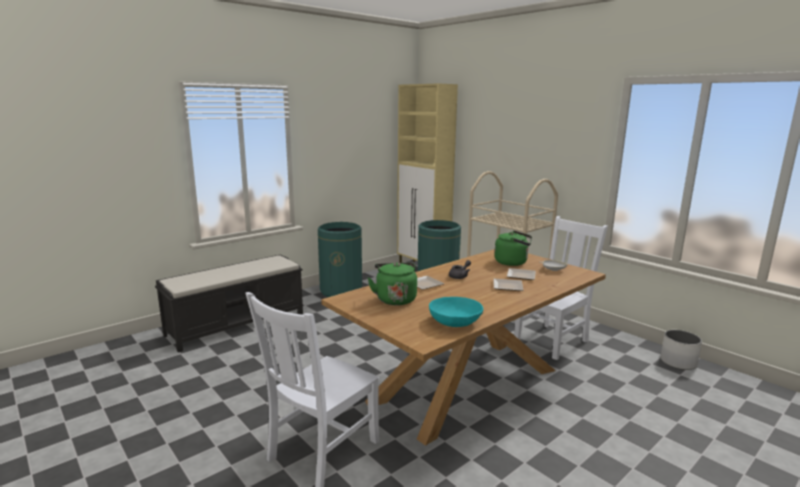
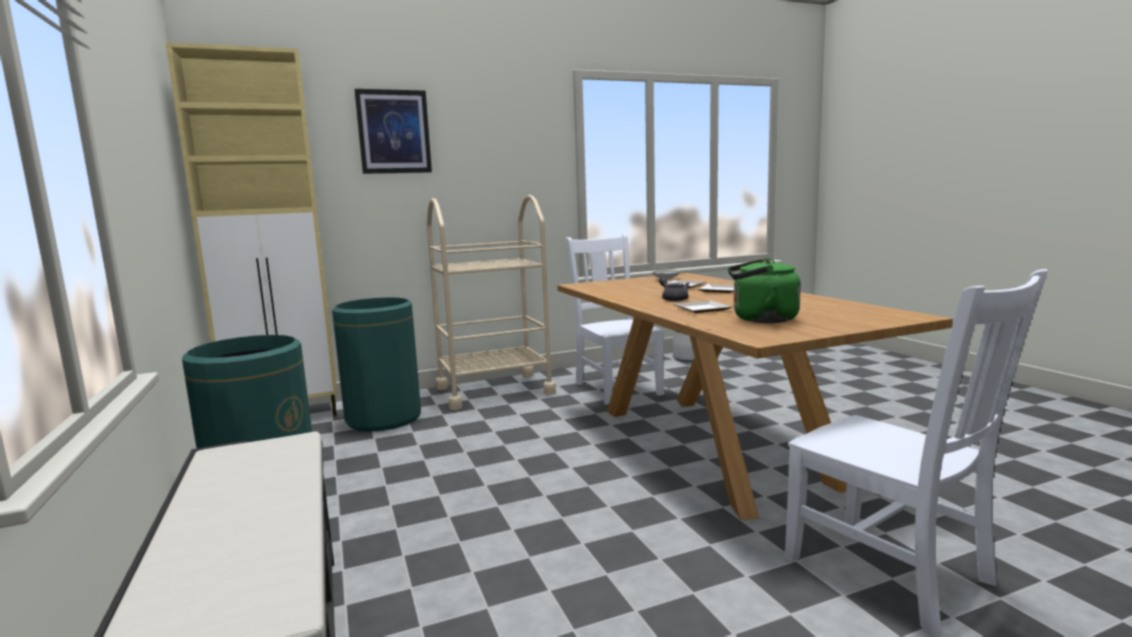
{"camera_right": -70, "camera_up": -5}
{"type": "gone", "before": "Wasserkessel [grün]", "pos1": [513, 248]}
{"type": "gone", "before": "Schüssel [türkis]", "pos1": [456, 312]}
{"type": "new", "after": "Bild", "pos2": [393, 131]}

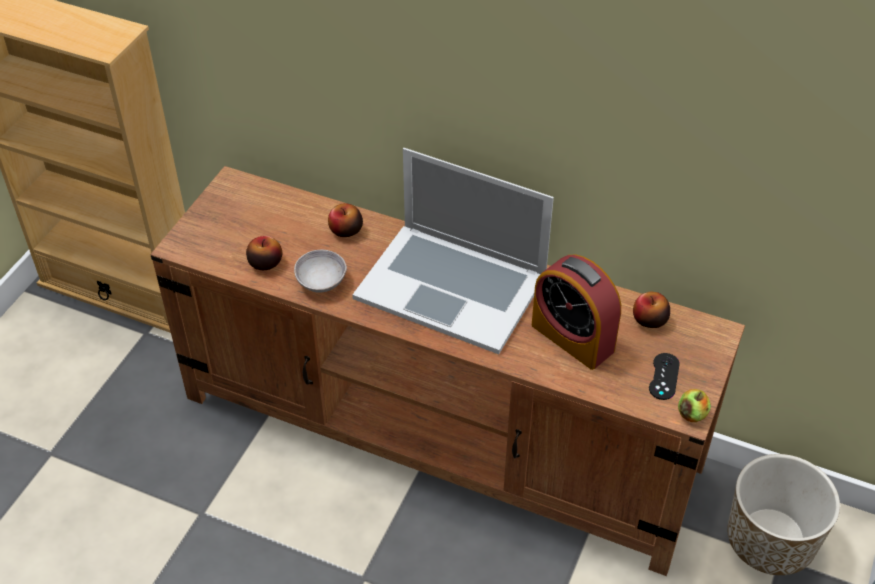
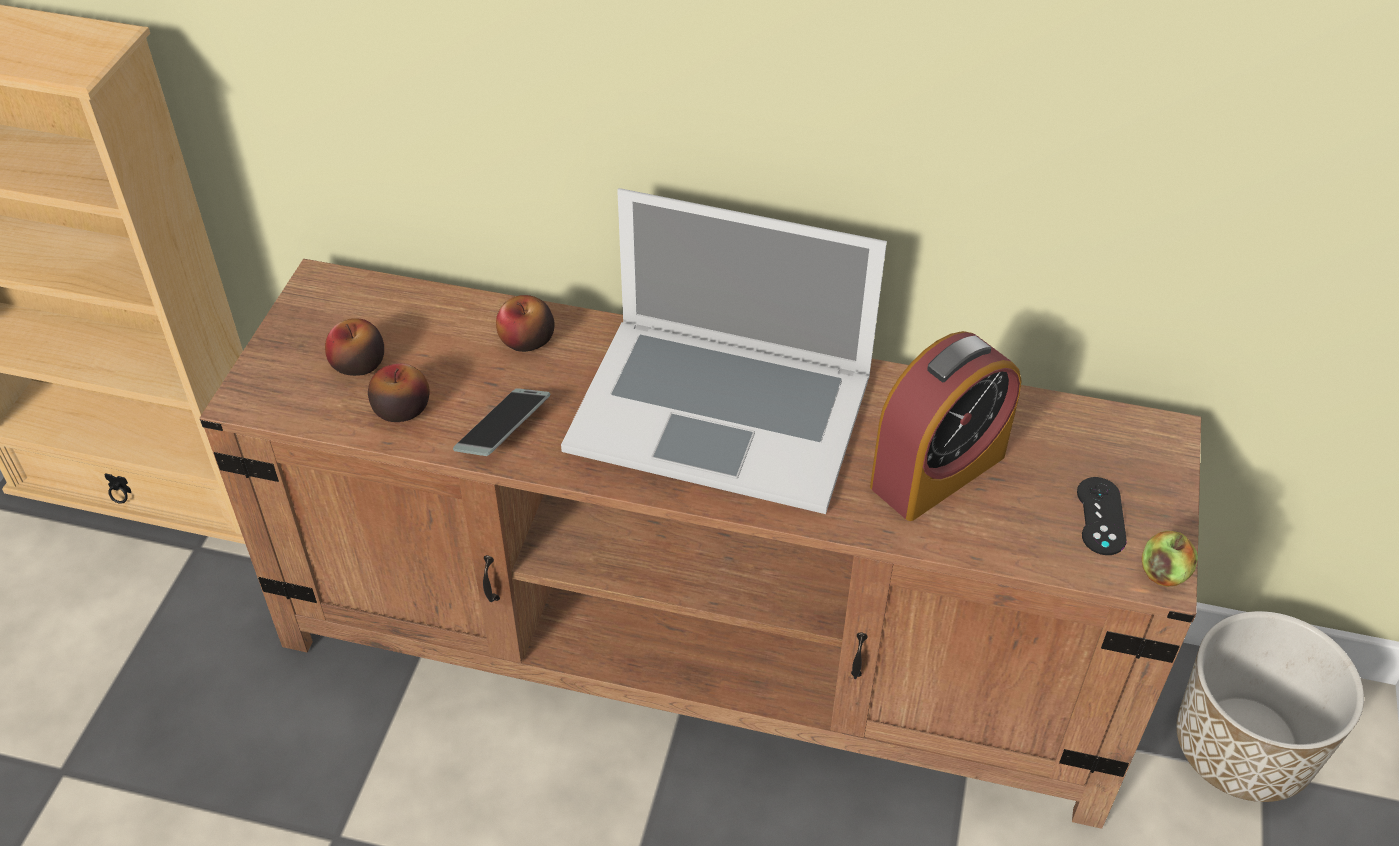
{"camera_right": -10, "camera_up": 0}
{"type": "swapped", "before": "Schüssel [grau]", "after": "Handy", "pos1": [320, 271], "pos2": [501, 422]}
{"type": "rotated", "before": "Wecker", "pos1": [576, 312], "pos2": [946, 426], "turn": -75}
{"type": "shifted", "before": "Apfel", "pos1": [651, 310], "pos2": [354, 347]}

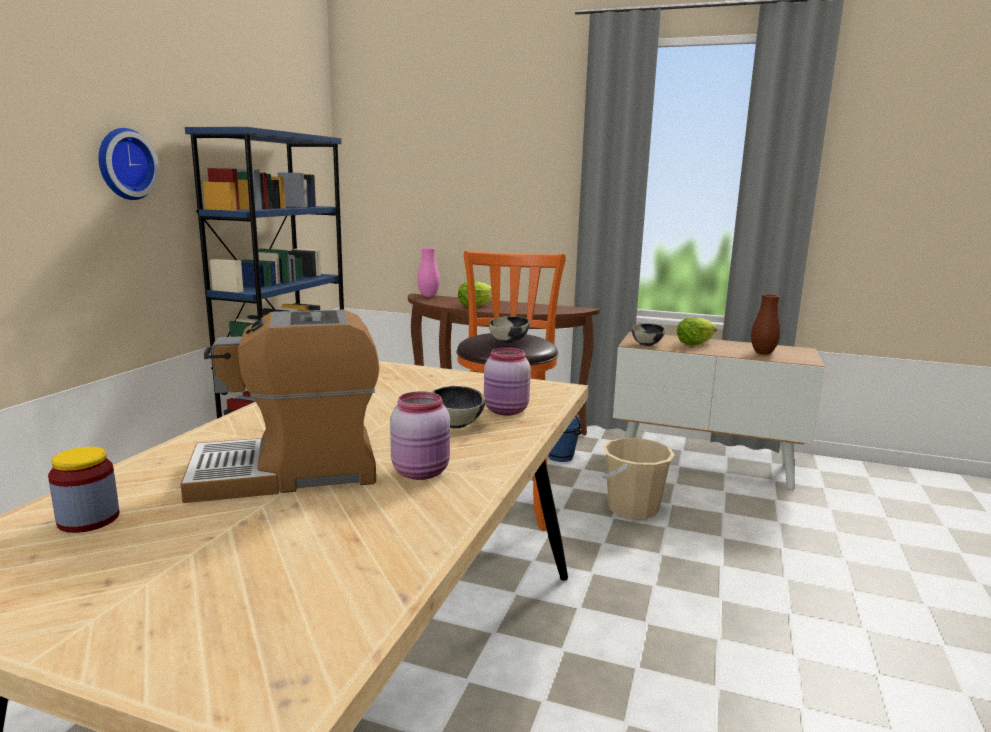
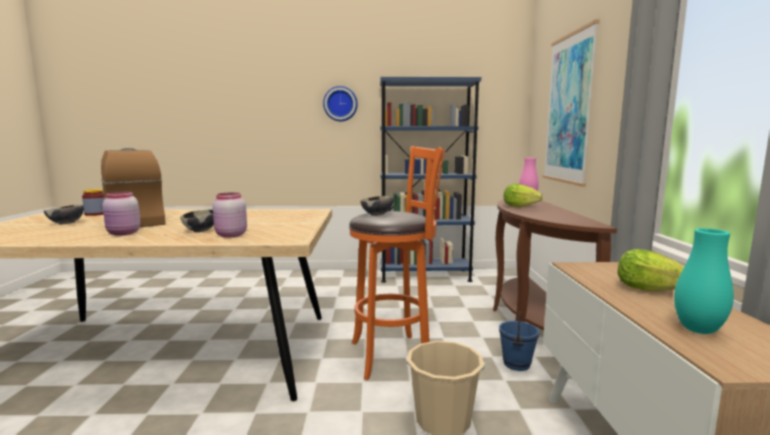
{"camera_right": 70, "camera_up": -5}
{"type": "repainted", "before": "Vase [braun]", "after": "Vase [türkis]", "pos1": [766, 324], "pos2": [704, 281]}
{"type": "shifted", "before": "Schüssel", "pos1": [648, 335], "pos2": [64, 214]}
{"type": "new", "after": "Bild", "pos2": [571, 103]}

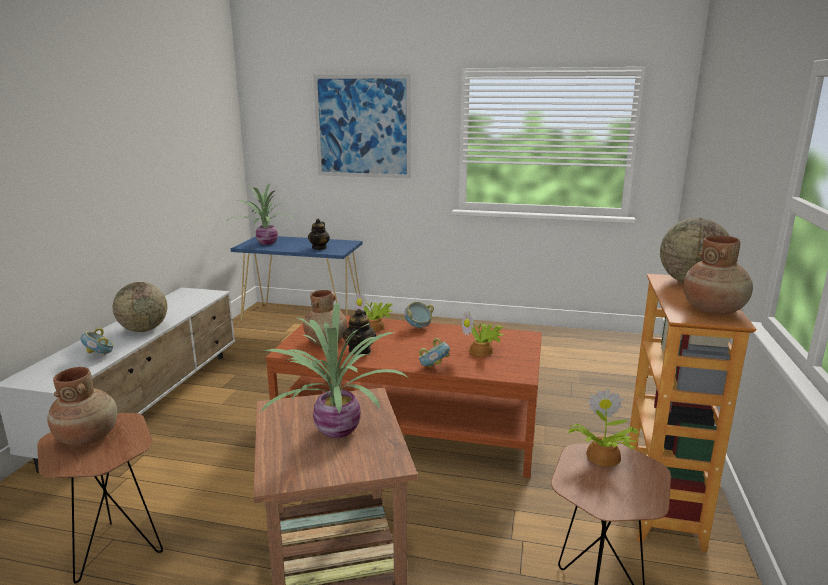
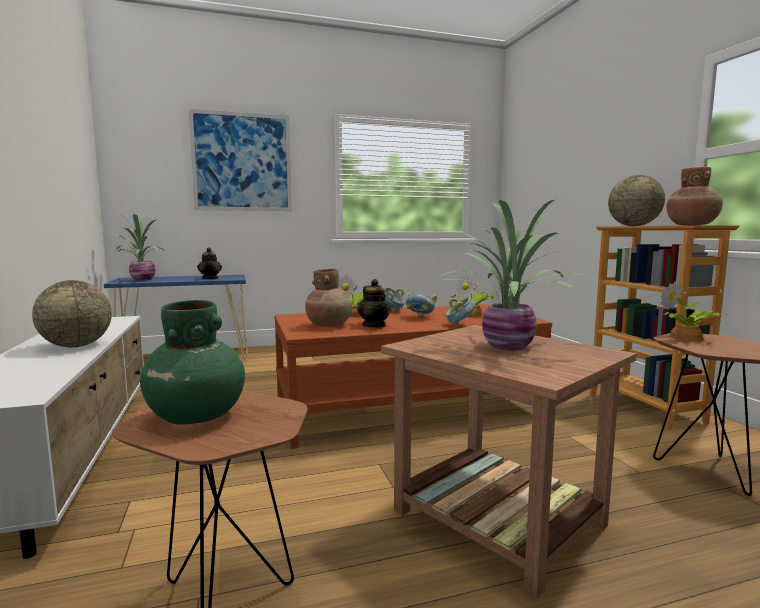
{"camera_right": -30, "camera_up": -10}
{"type": "shifted", "before": "Schüssel", "pos1": [97, 341], "pos2": [421, 305]}
{"type": "repainted", "before": "Vase [braun]", "after": "Vase [grün]", "pos1": [82, 406], "pos2": [192, 362]}

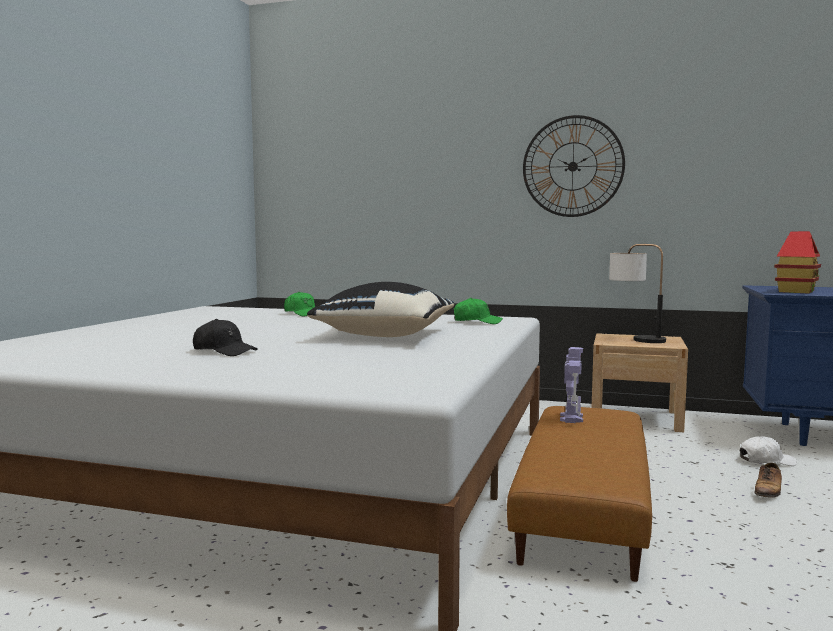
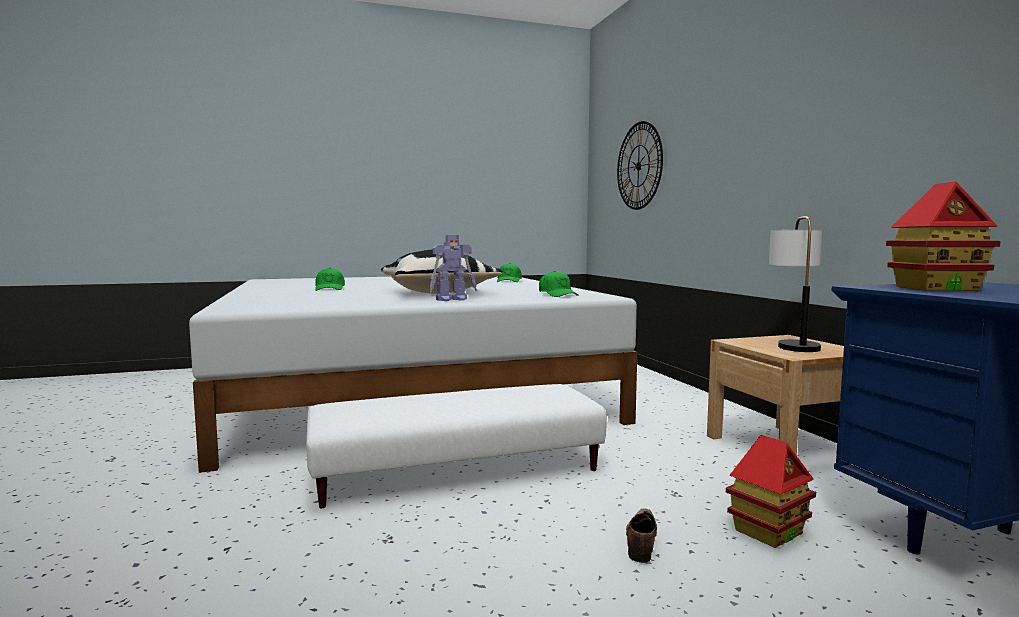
{"camera_right": 55, "camera_up": 0}
{"type": "shifted", "before": "Wanduhr", "pos1": [574, 166], "pos2": [640, 165]}
{"type": "repainted", "before": "Kappe [schwarz]", "after": "Kappe [grün]", "pos1": [225, 337], "pos2": [330, 279]}
{"type": "shifted", "before": "Spielzeugroboter", "pos1": [571, 385], "pos2": [453, 268]}
{"type": "repainted", "before": "Polsterhocker [braun]", "after": "Polsterhocker [weiß]", "pos1": [579, 494], "pos2": [456, 446]}
{"type": "swapped", "before": "Kappe [weiß]", "after": "Spielzeughaus", "pos1": [768, 451], "pos2": [771, 491]}
{"type": "rotated", "before": "Schuh", "pos1": [768, 480], "pos2": [641, 536], "turn": 105}

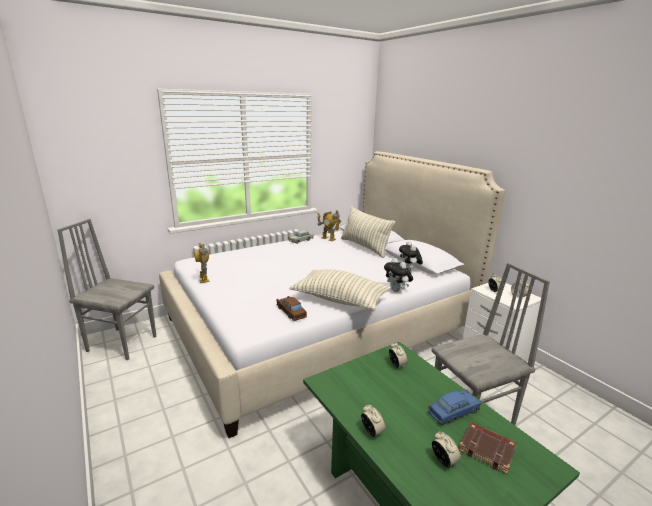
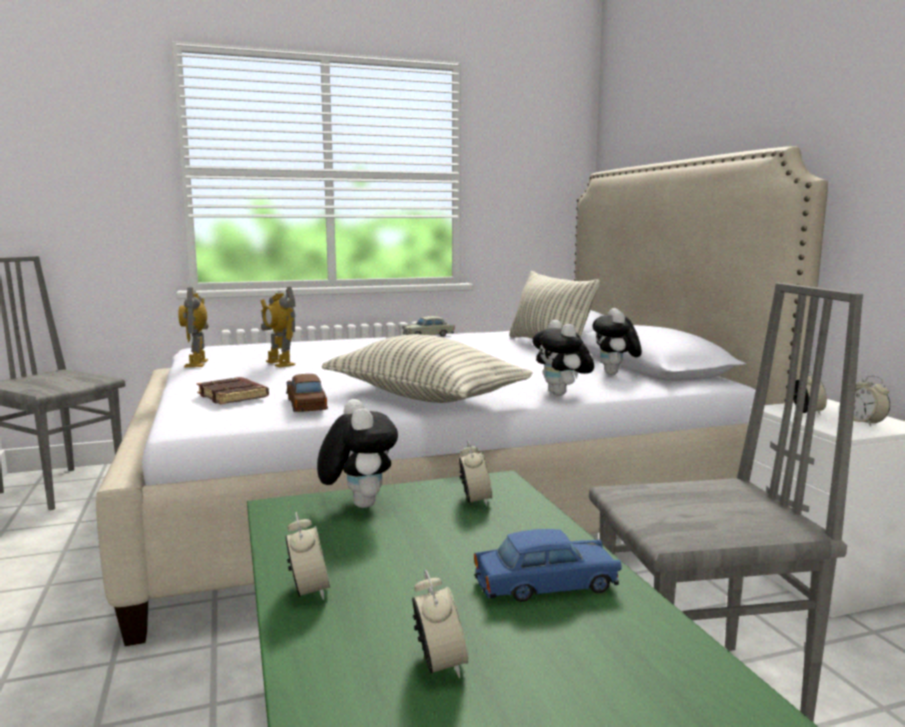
{"camera_right": 15, "camera_up": -10}
{"type": "shifted", "before": "Spielzeugroboter", "pos1": [329, 225], "pos2": [278, 327]}
{"type": "shifted", "before": "Buch [braun]", "pos1": [487, 448], "pos2": [233, 390]}
{"type": "new", "after": "Plüschtier", "pos2": [357, 453]}

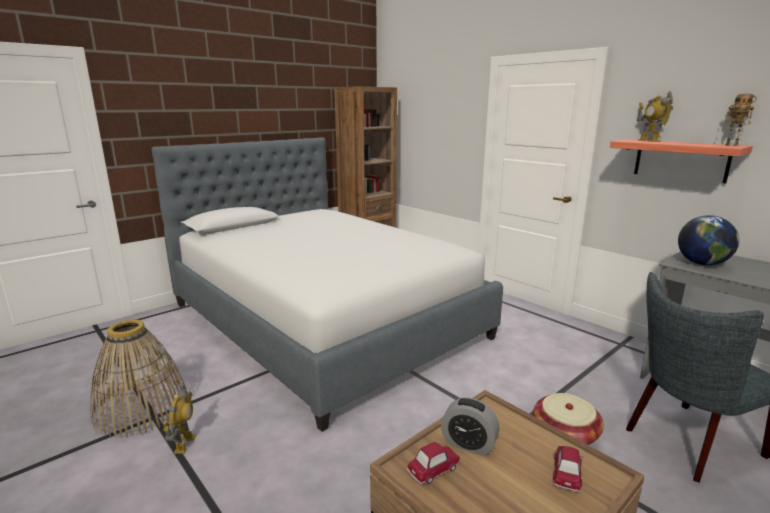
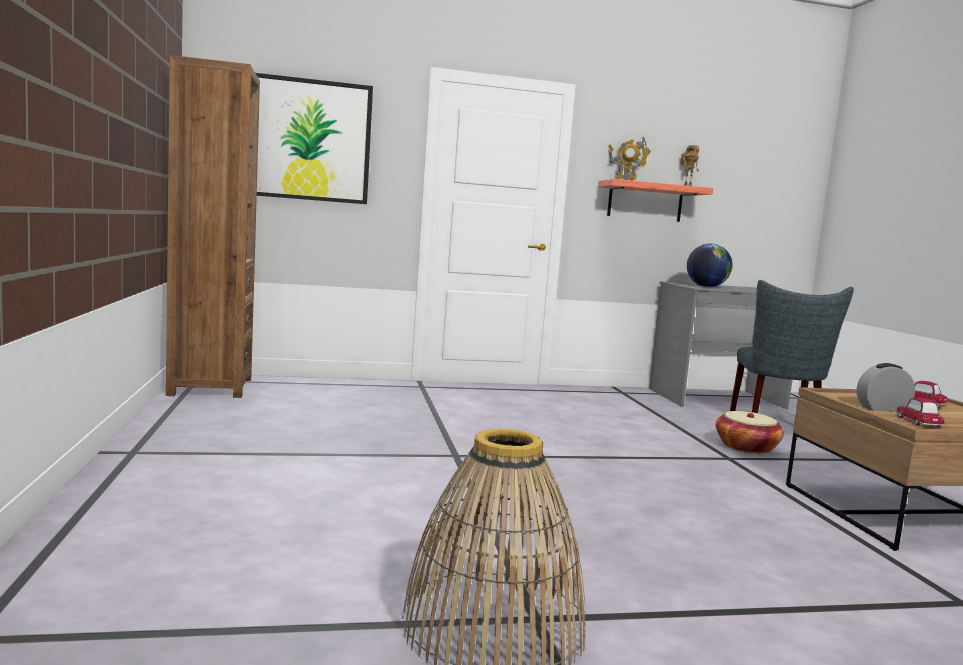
{"camera_right": -60, "camera_up": -10}
{"type": "gone", "before": "Bett", "pos1": [327, 284]}
{"type": "gone", "before": "Spielzeugroboter", "pos1": [180, 418]}
{"type": "rotated", "before": "Wecker", "pos1": [470, 426], "pos2": [886, 387], "turn": -150}
{"type": "new", "after": "Bild", "pos2": [314, 138]}

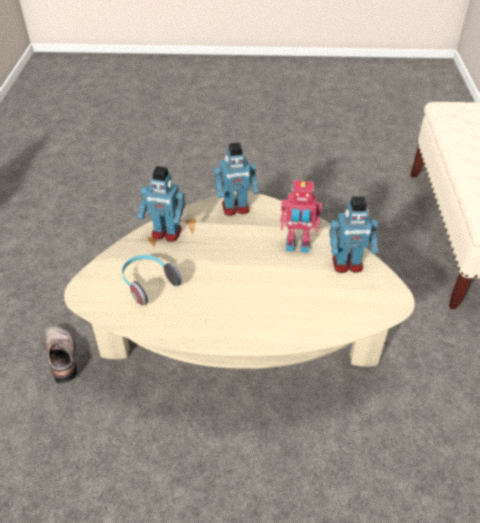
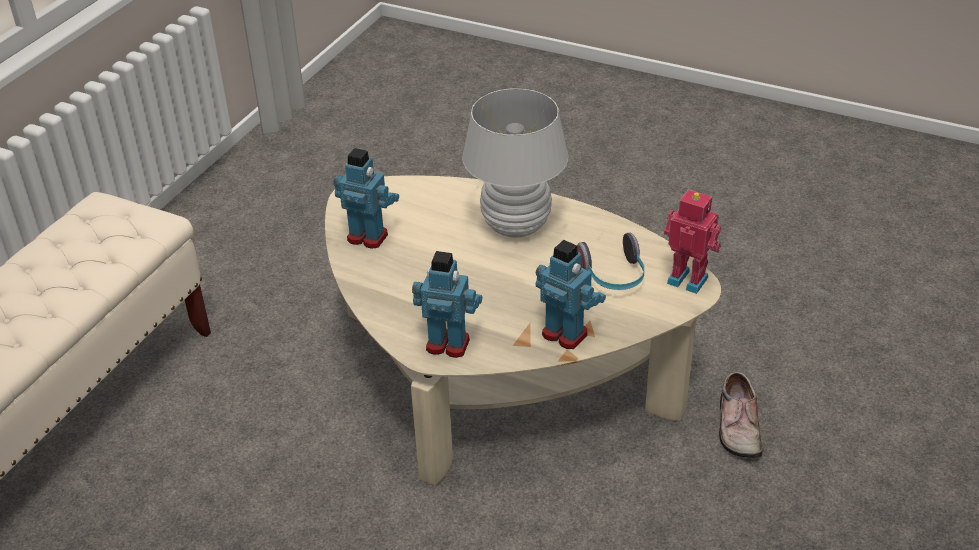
{"camera_right": -155, "camera_up": -5}
{"type": "shifted", "before": "Spielzeugroboter", "pos1": [301, 216], "pos2": [692, 241]}
{"type": "new", "after": "Tischlampe [weiß]", "pos2": [515, 163]}

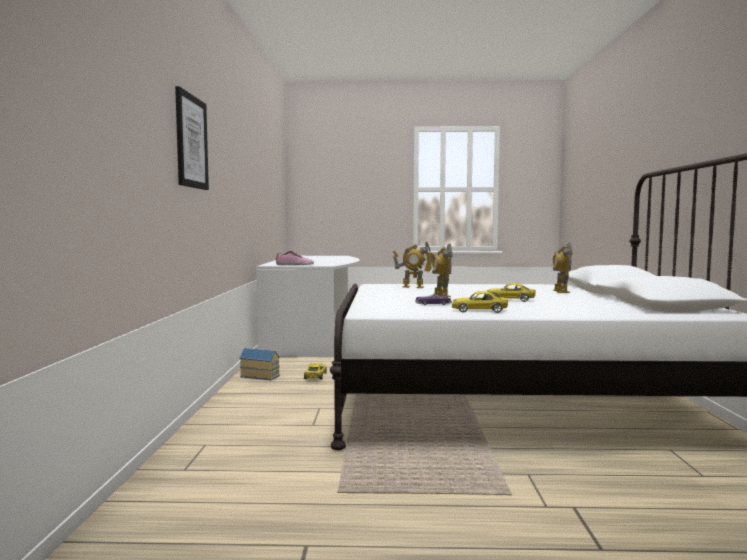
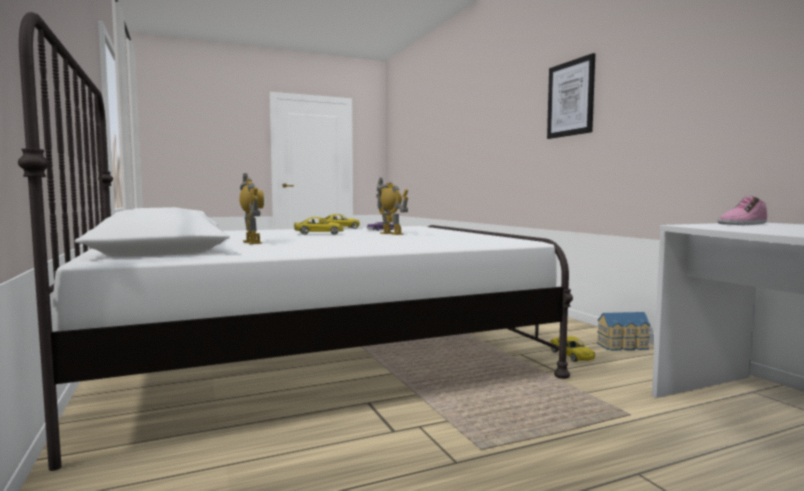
{"camera_right": 155, "camera_up": 0}
{"type": "gone", "before": "Spielzeugroboter", "pos1": [413, 264]}

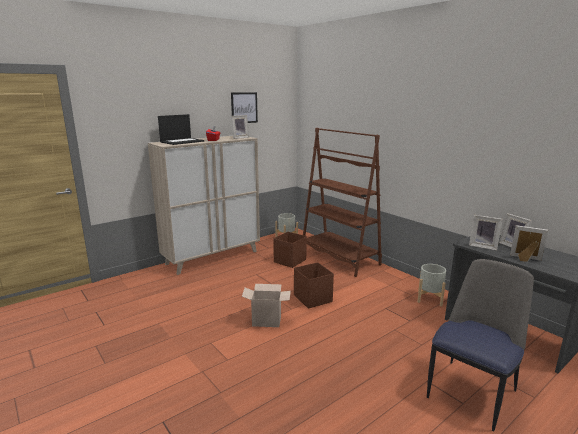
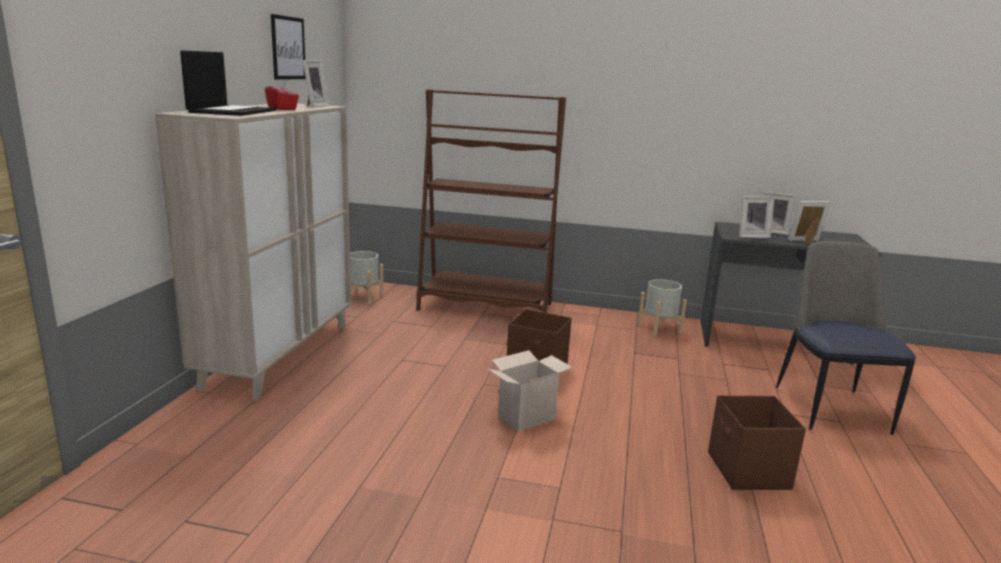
{"camera_right": -40, "camera_up": 0}
{"type": "shifted", "before": "Aufbewahrungsbox [braun]", "pos1": [290, 250], "pos2": [757, 442]}

